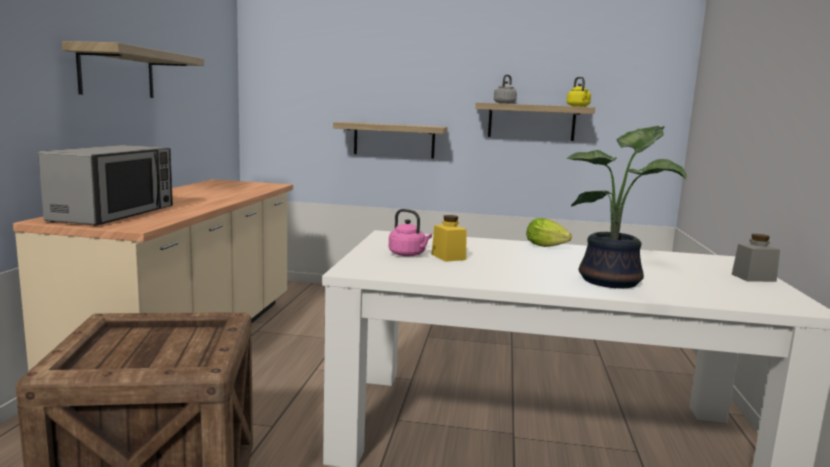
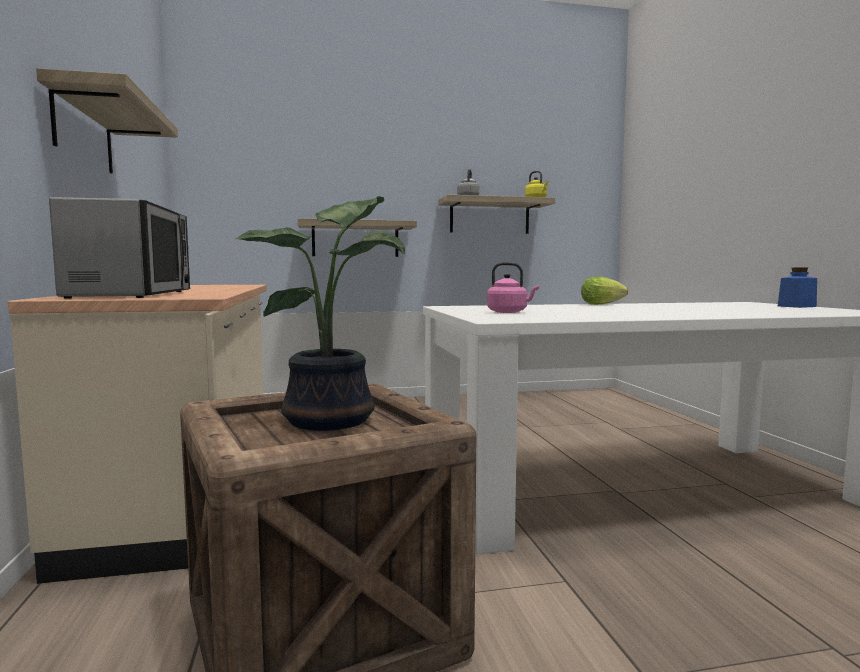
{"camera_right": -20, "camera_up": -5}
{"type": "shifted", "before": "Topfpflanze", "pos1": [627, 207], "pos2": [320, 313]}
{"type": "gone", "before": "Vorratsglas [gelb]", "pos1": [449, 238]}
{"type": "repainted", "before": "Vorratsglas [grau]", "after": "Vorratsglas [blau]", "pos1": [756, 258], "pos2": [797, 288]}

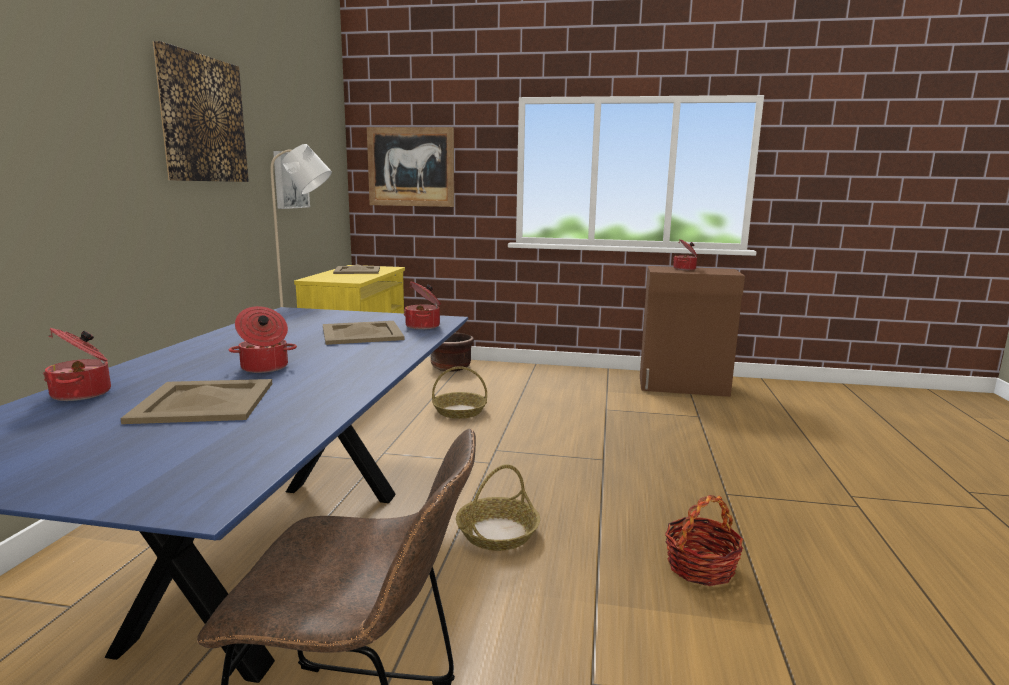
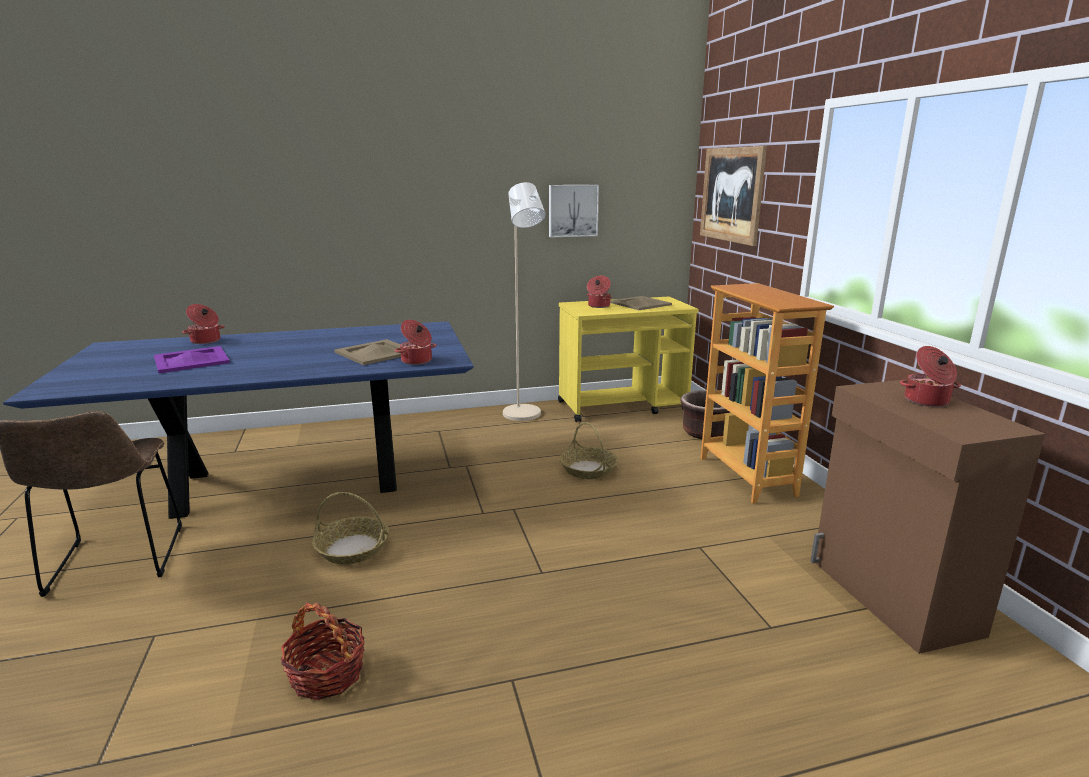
{"camera_right": 65, "camera_up": 5}
{"type": "gone", "before": "Bild", "pos1": [201, 111]}
{"type": "shifted", "before": "Kochtopf", "pos1": [263, 339], "pos2": [599, 292]}
{"type": "repainted", "before": "Tablett [beige]", "after": "Tablett [lila]", "pos1": [196, 401], "pos2": [192, 359]}
{"type": "new", "after": "Bücherregal", "pos2": [767, 393]}

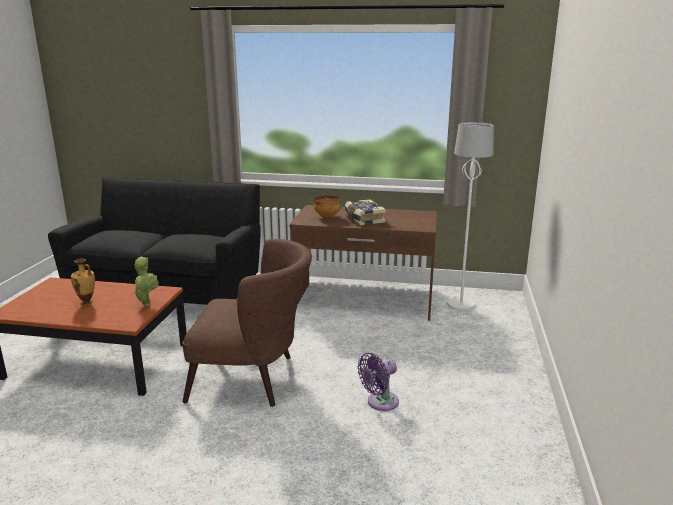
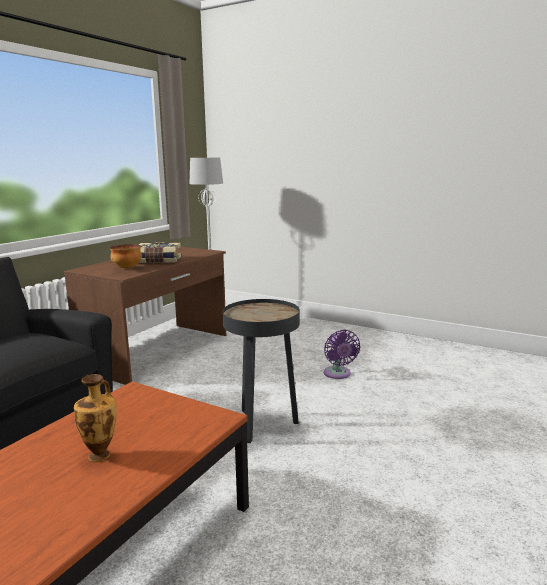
{"camera_right": -70, "camera_up": -5}
{"type": "swapped", "before": "Sessel [braun]", "after": "Beistelltisch [schwarz]", "pos1": [247, 323], "pos2": [261, 371]}
{"type": "gone", "before": "Topfpflanze", "pos1": [146, 281]}

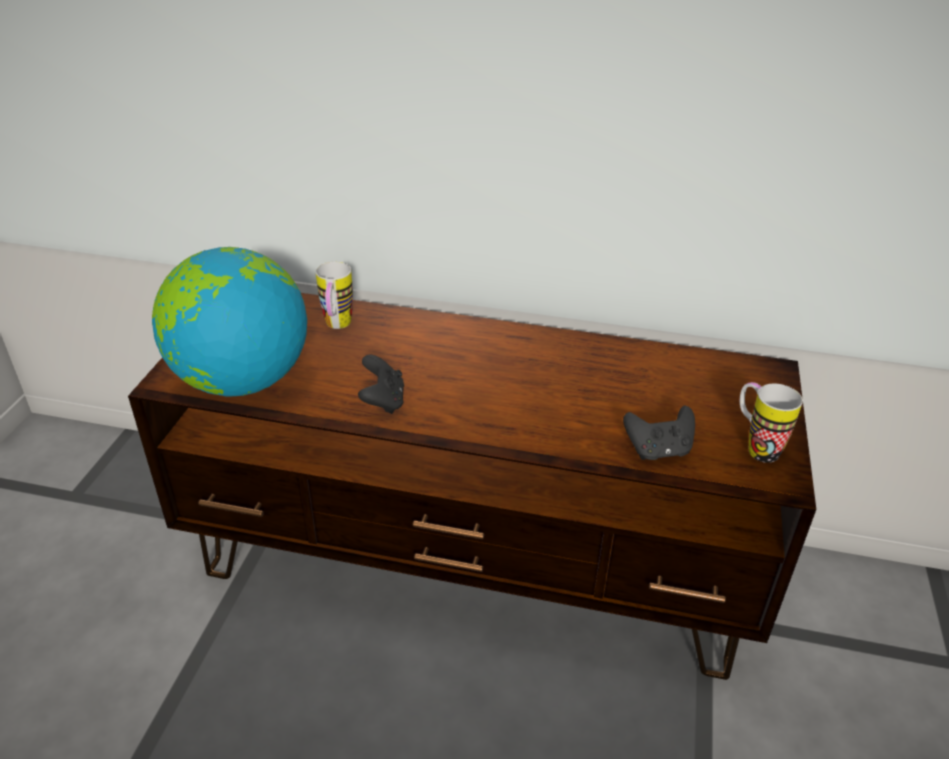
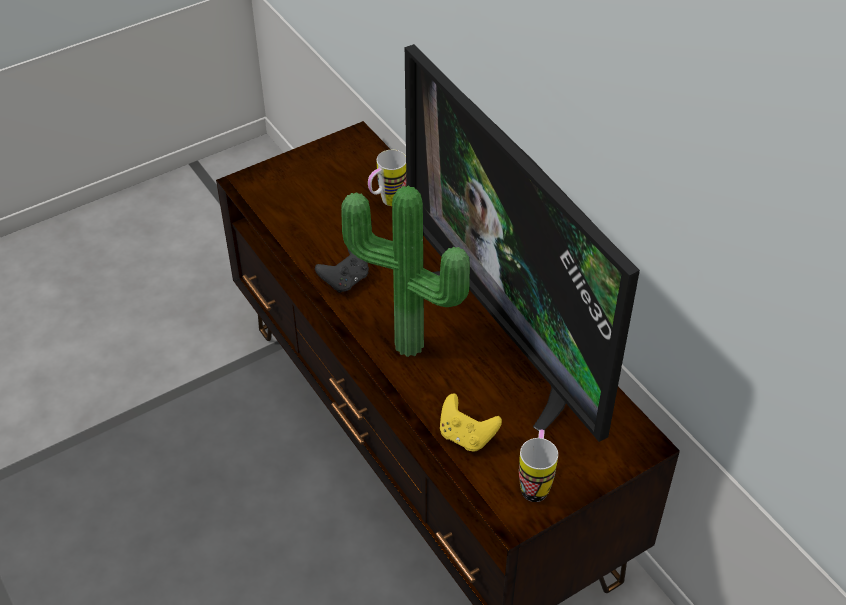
{"camera_right": 45, "camera_up": 10}
{"type": "gone", "before": "Globus", "pos1": [229, 322]}
{"type": "repainted", "before": "Gamepad [schwarz]", "after": "Gamepad [gelb]", "pos1": [659, 432], "pos2": [471, 422]}
{"type": "new", "after": "Fernseher", "pos2": [522, 243]}
{"type": "new", "after": "Topfpflanze", "pos2": [405, 271]}

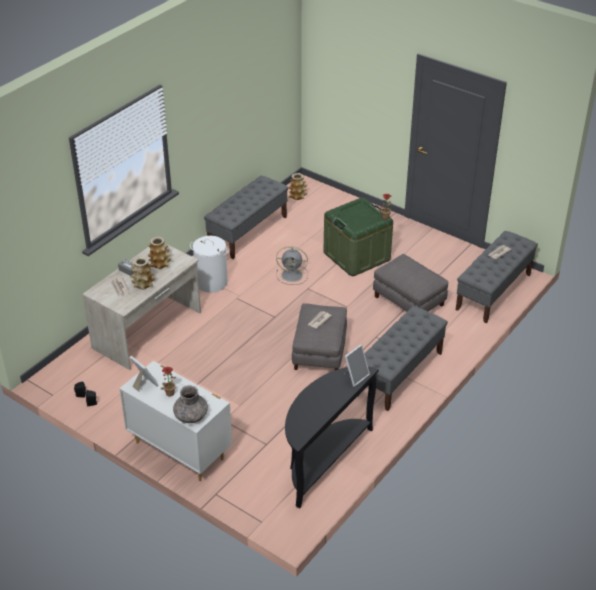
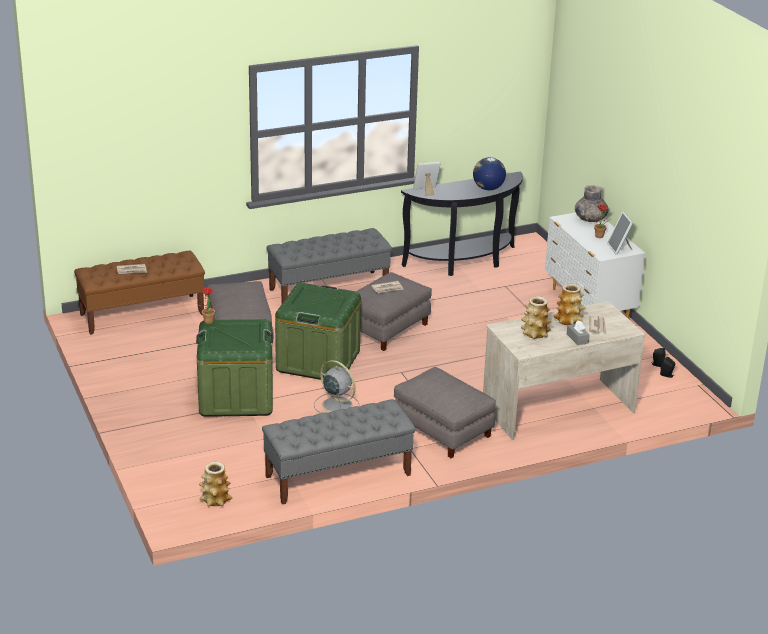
{"camera_right": -150, "camera_up": -10}
{"type": "repainted", "before": "Bank [grau]", "after": "Bank [braun]", "pos1": [497, 277], "pos2": [139, 293]}
{"type": "swapped", "before": "Wäschekorb [weiß]", "after": "Polsterhocker [grau]", "pos1": [210, 264], "pos2": [445, 412]}
{"type": "new", "after": "Globus", "pos2": [489, 173]}
{"type": "new", "after": "Aufbewahrungsbox [grün]", "pos2": [318, 331]}

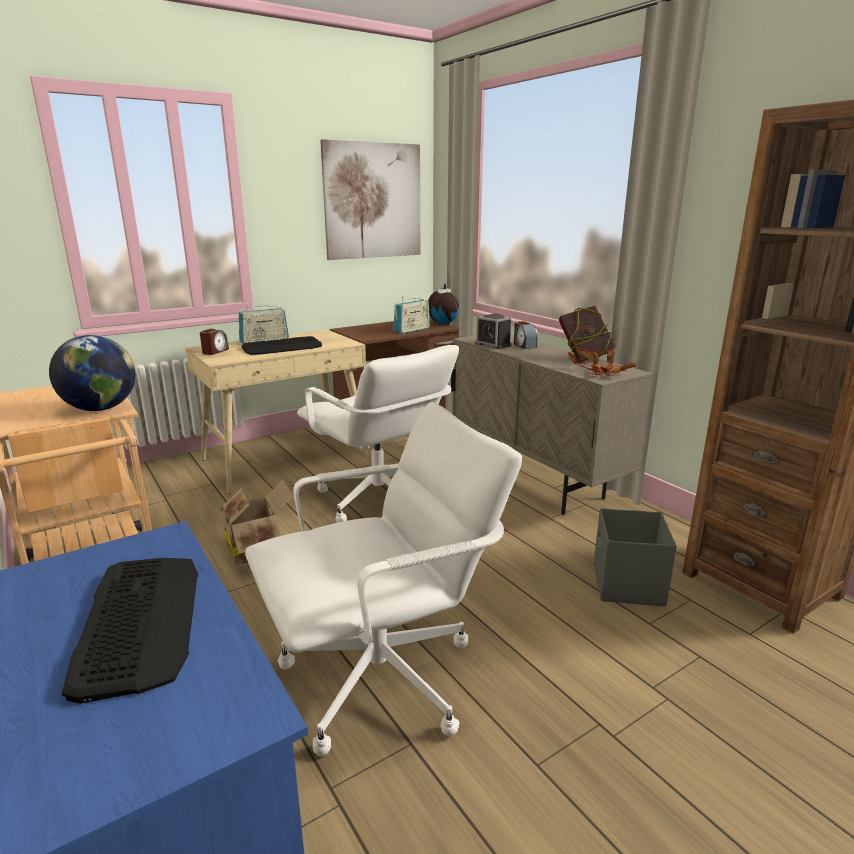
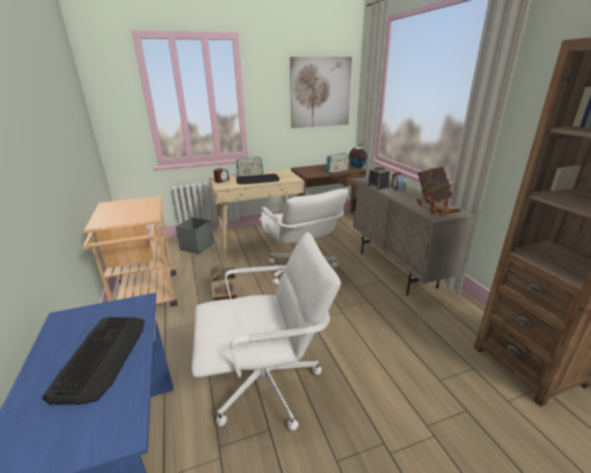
{"camera_right": 15, "camera_up": 5}
{"type": "gone", "before": "Globus", "pos1": [92, 373]}
{"type": "shifted", "before": "Aufbewahrungsbox [grau]", "pos1": [635, 557], "pos2": [195, 235]}

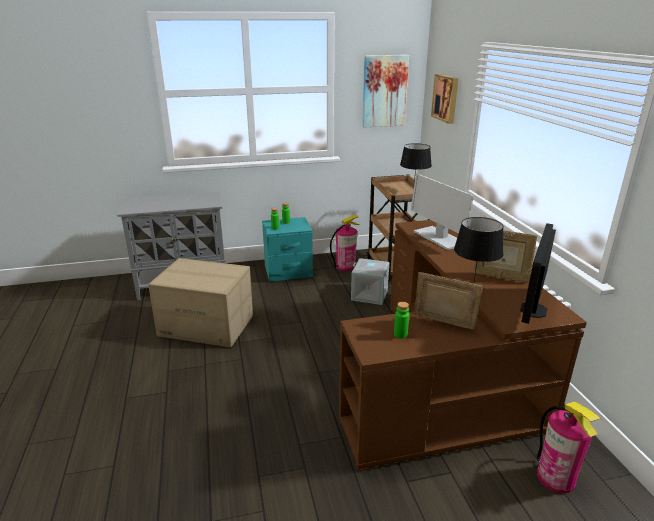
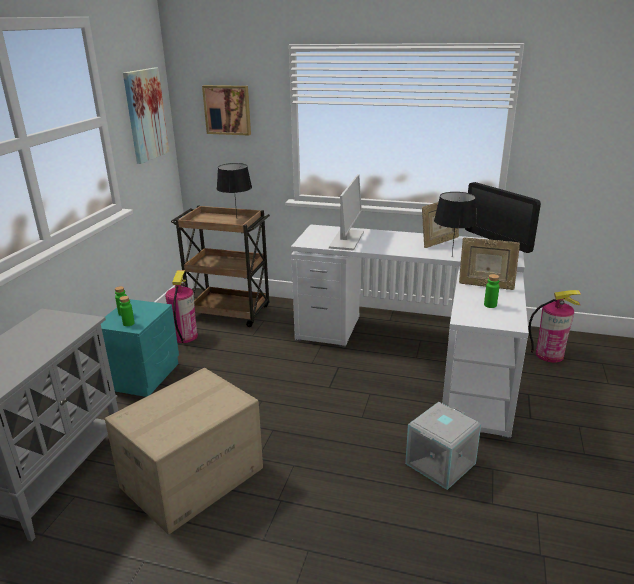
{"camera_right": -60, "camera_up": 0}
{"type": "rotated", "before": "Monitor", "pos1": [442, 212], "pos2": [346, 212], "turn": -75}
{"type": "repainted", "before": "Schreibtisch [braun]", "after": "Schreibtisch [weiß]", "pos1": [463, 346], "pos2": [410, 331]}
{"type": "shifted", "before": "Aufbewahrungsbox [grau]", "pos1": [370, 281], "pos2": [443, 446]}
{"type": "rotated", "before": "Bilderrahmen", "pos1": [449, 301], "pos2": [489, 263], "turn": -120}

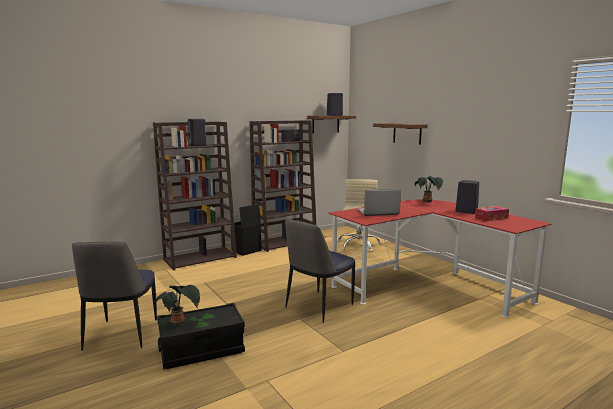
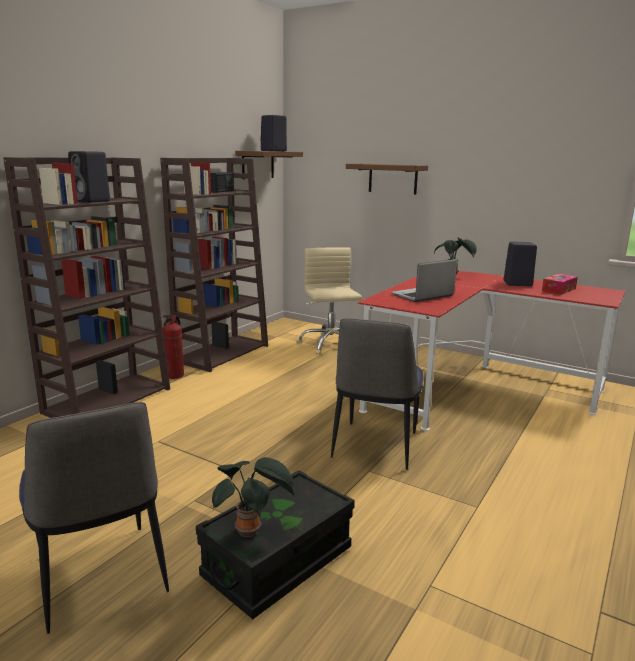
{"camera_right": -25, "camera_up": 5}
{"type": "swapped", "before": "Aufbewahrungsbox [schwarz]", "after": "Feuerlöscher", "pos1": [246, 230], "pos2": [173, 347]}

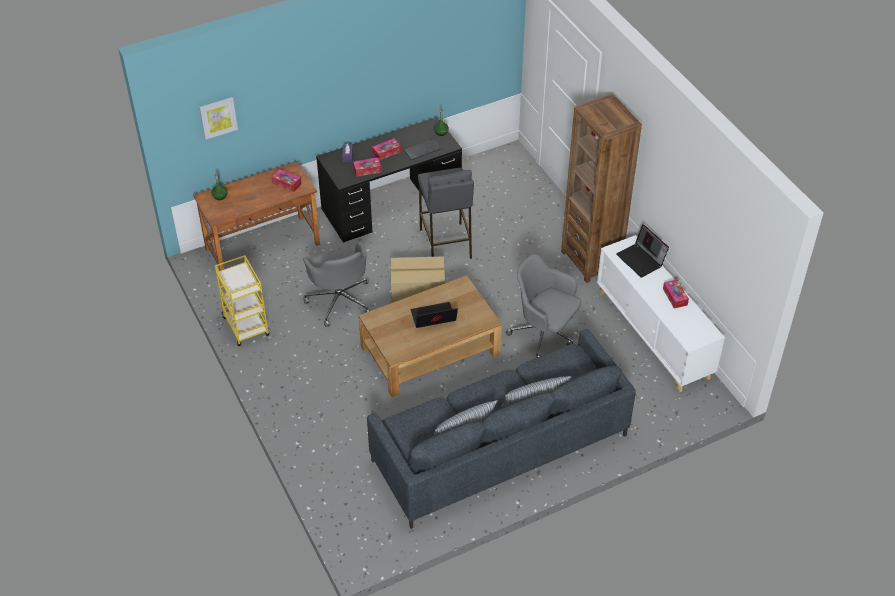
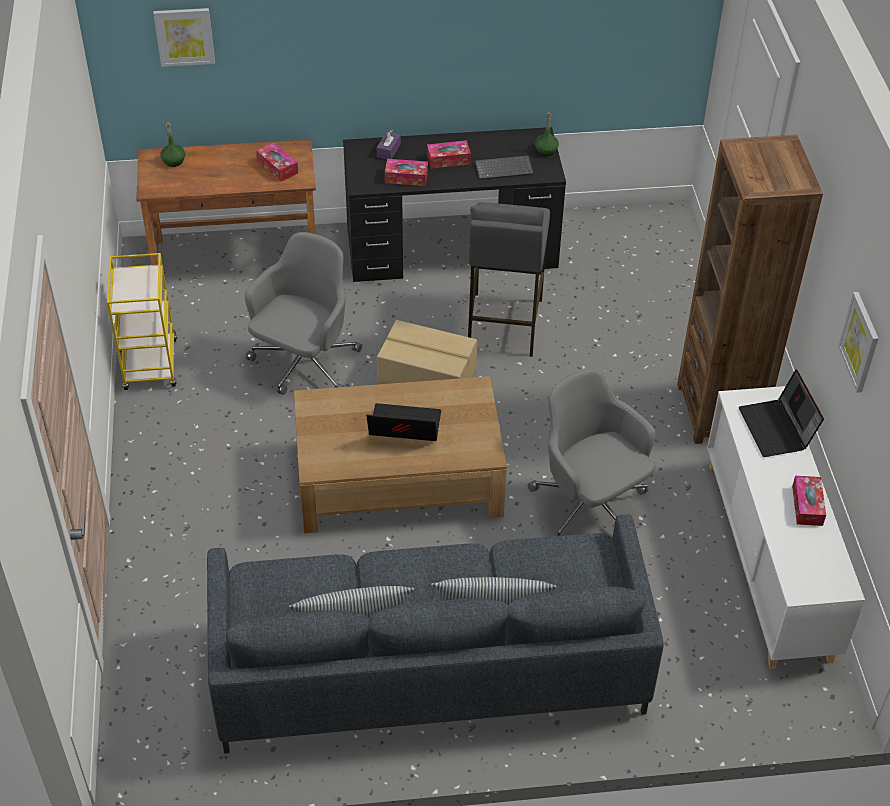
{"camera_right": 20, "camera_up": 0}
{"type": "rotated", "before": "Bürostuhl [grau]", "pos1": [336, 284], "pos2": [303, 313], "turn": -150}
{"type": "new", "after": "Bild", "pos2": [858, 342]}

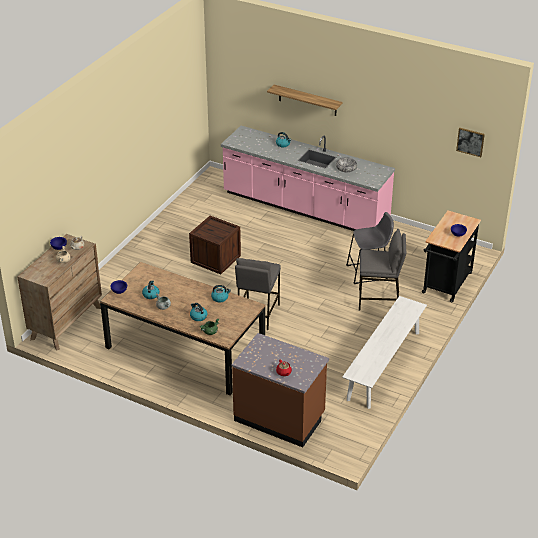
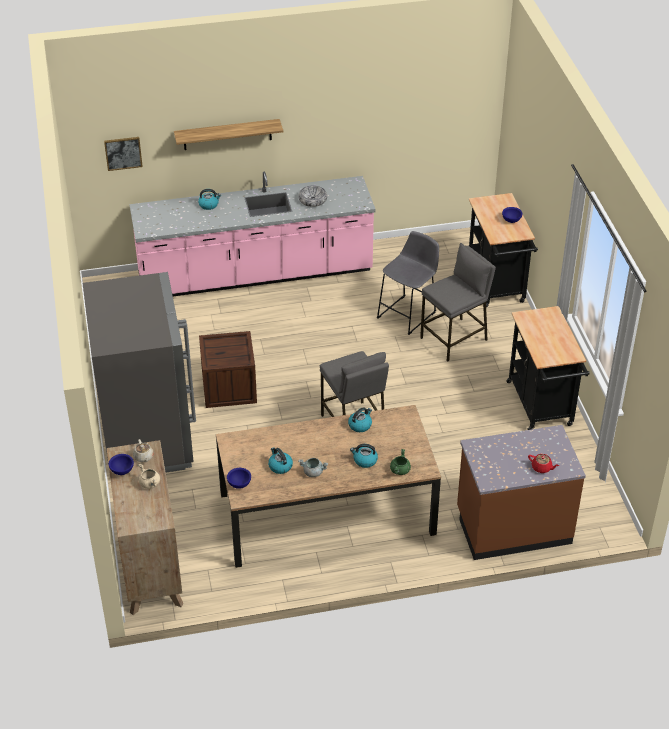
{"camera_right": -40, "camera_up": 5}
{"type": "shifted", "before": "Bild", "pos1": [470, 142], "pos2": [123, 154]}
{"type": "swapped", "before": "Bank [weiß]", "after": "Rollwagen [schwarz]", "pos1": [384, 352], "pos2": [548, 368]}
{"type": "new", "after": "Kühlschrank [grau]", "pos2": [139, 372]}

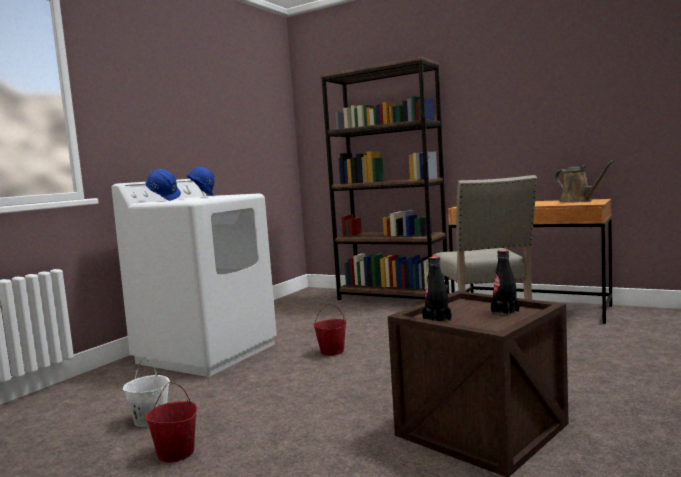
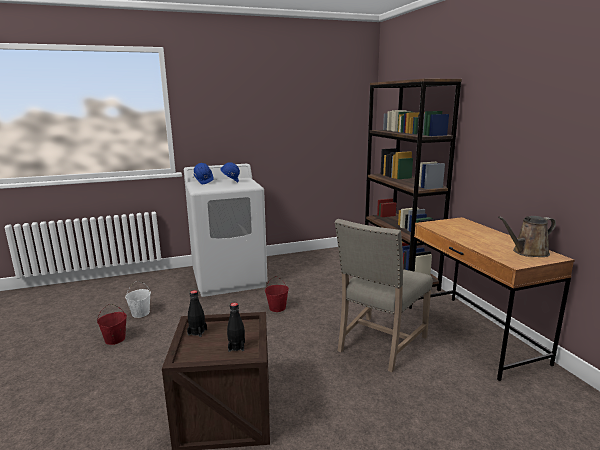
{"camera_right": 40, "camera_up": 10}
{"type": "rotated", "before": "Gießkanne [braun]", "pos1": [584, 181], "pos2": [527, 236], "turn": 60}

